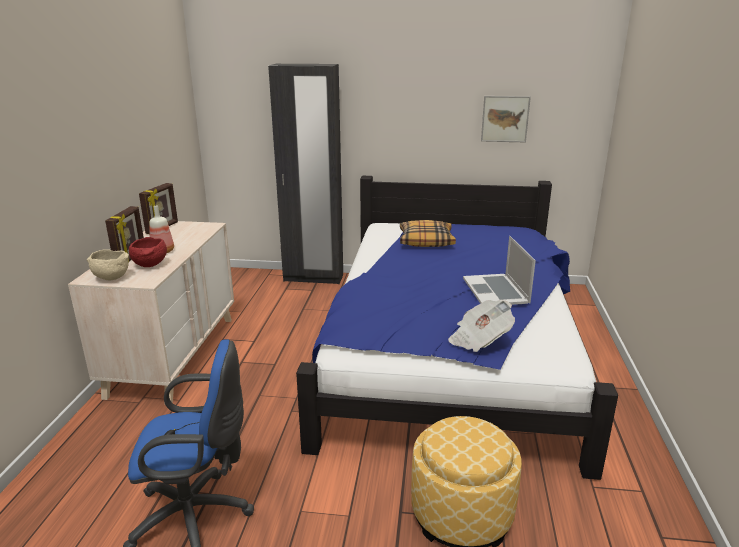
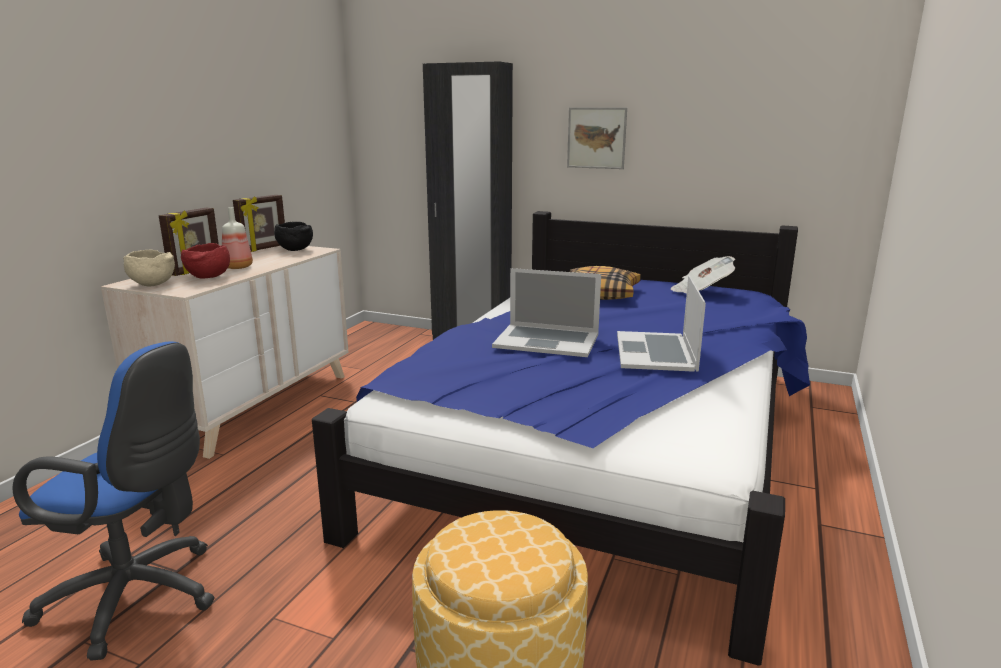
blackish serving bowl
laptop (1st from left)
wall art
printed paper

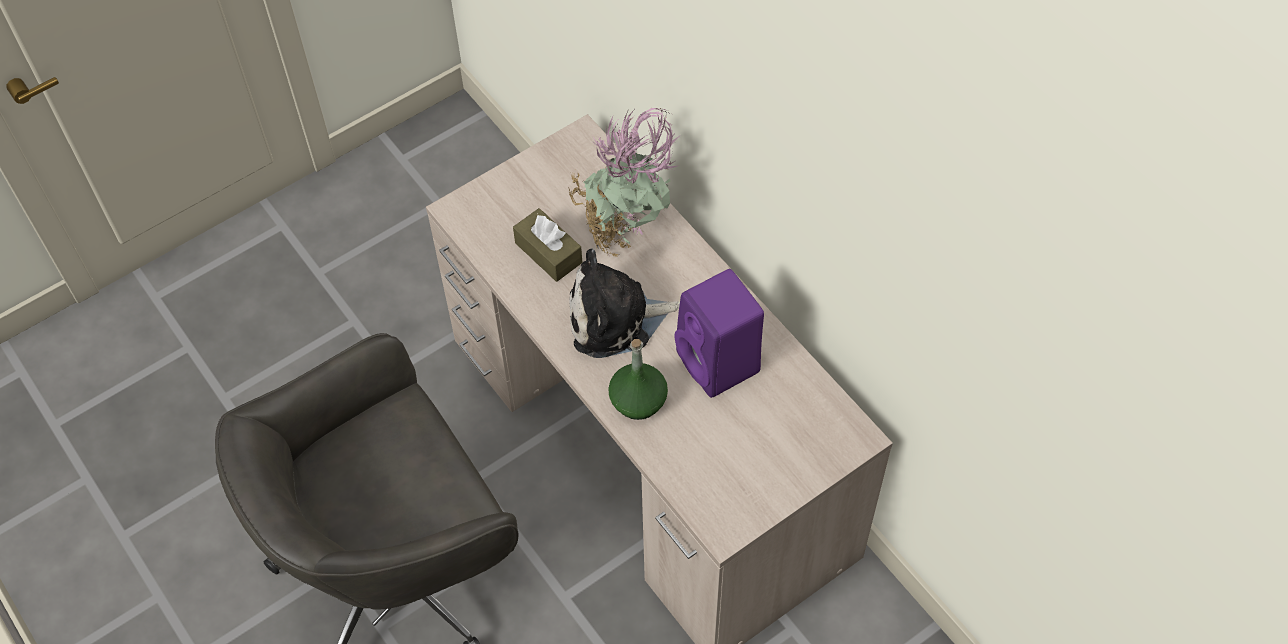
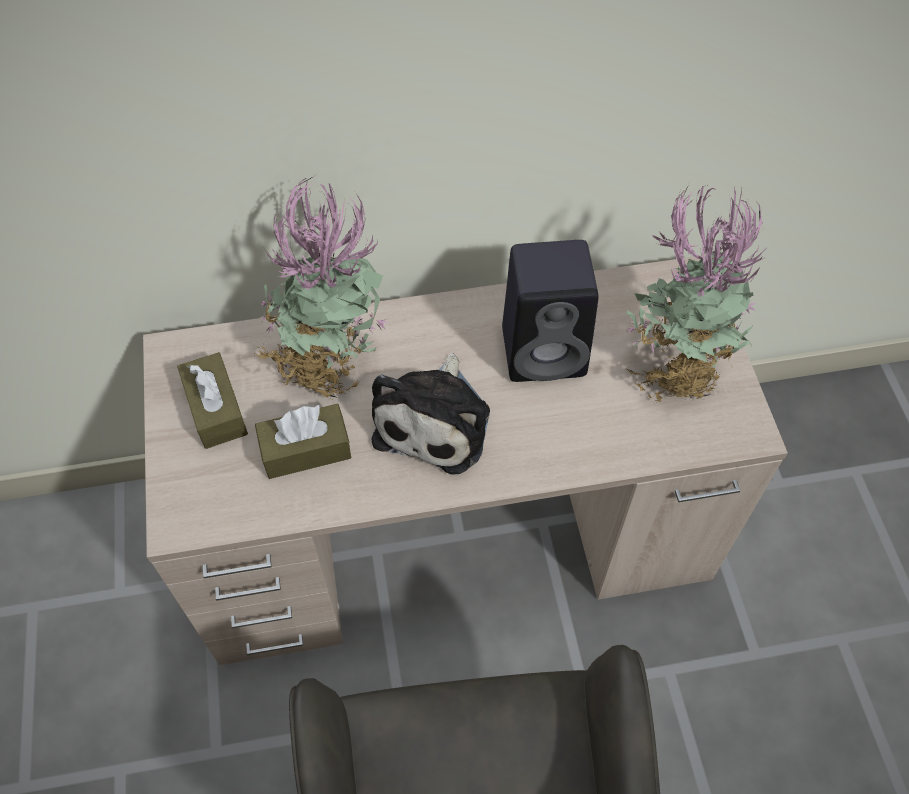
brownish tissue box (1st from left)
blackish loudspeaker
potted plant (2nd from left)
greenish drink bottle

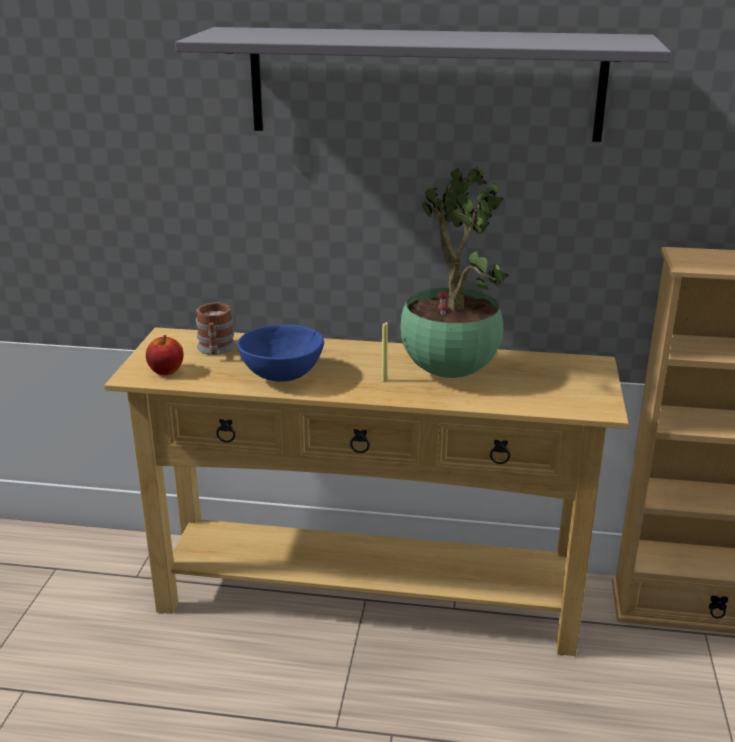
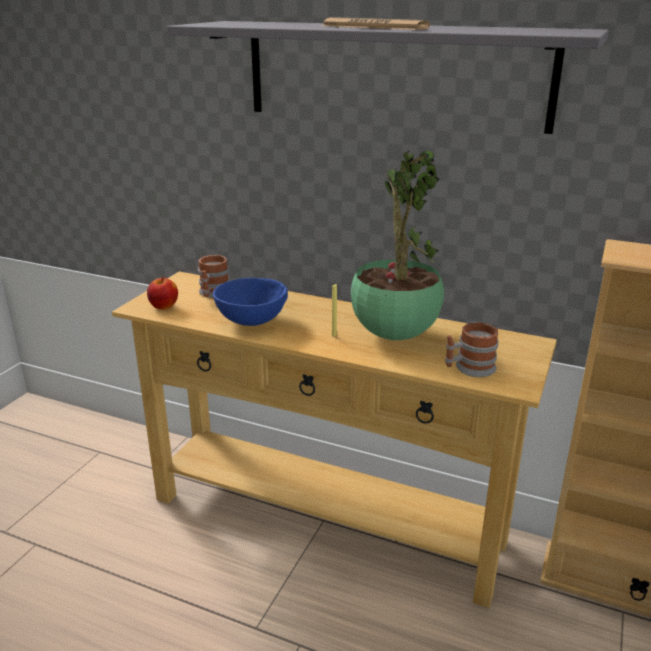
printed paper
coffee mug (2nd from left)

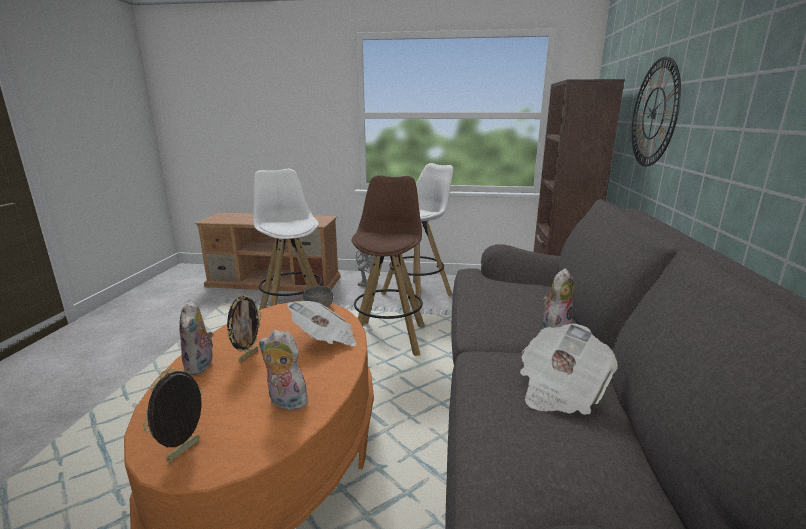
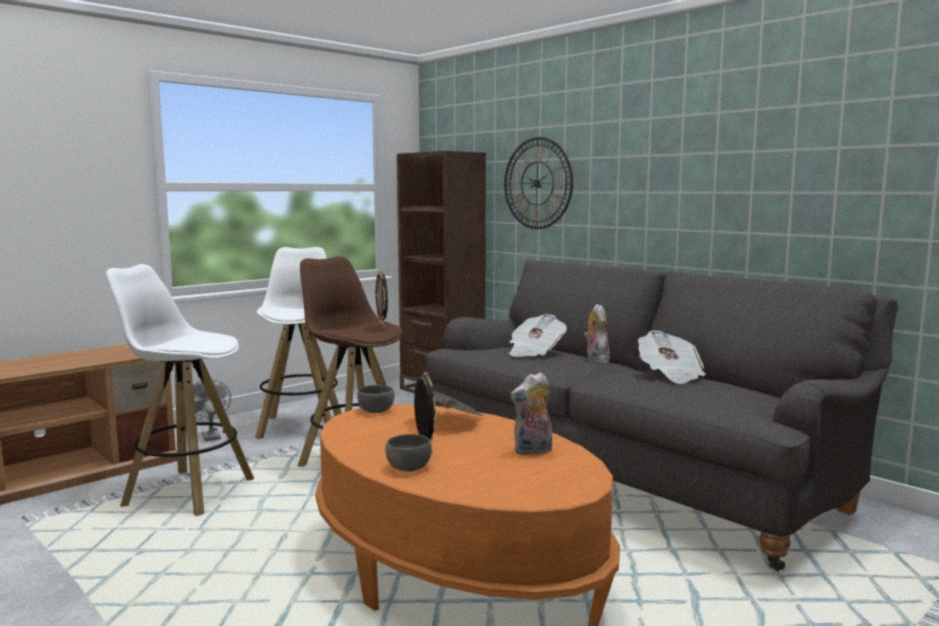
standing frame (1st from left)
greyish serving bowl (2nd from left)
printed paper (2nd from left)

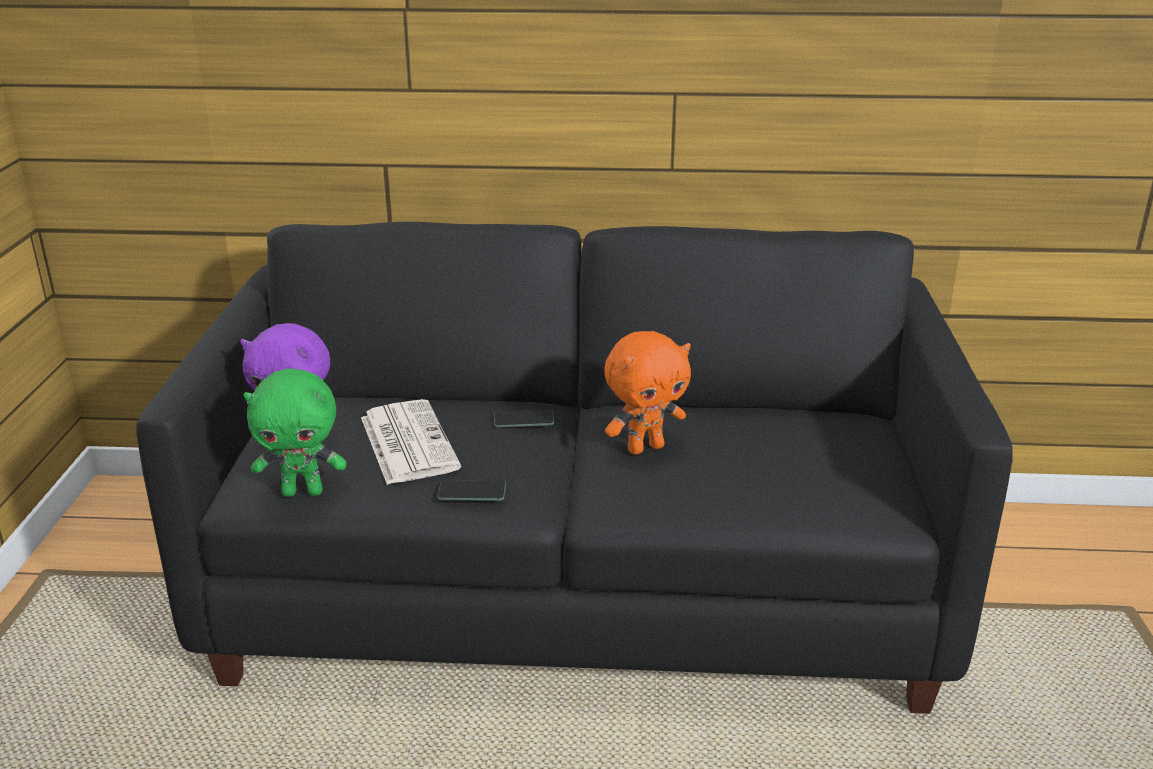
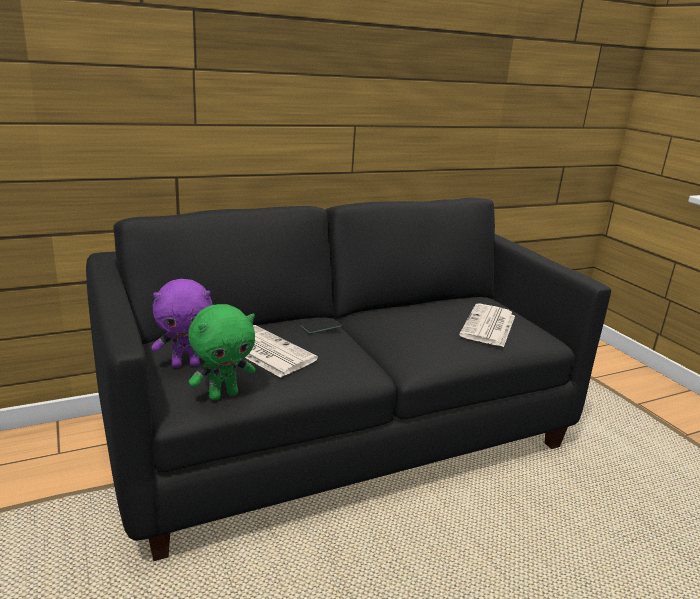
printed paper (2nd from left)
handset (1st from left in the first image)
orange-coloured soft toy

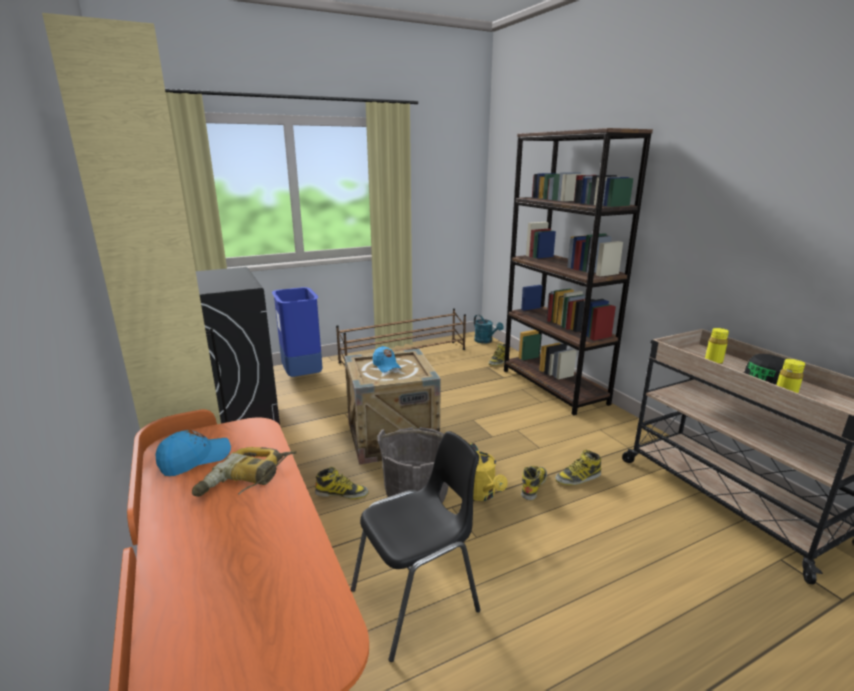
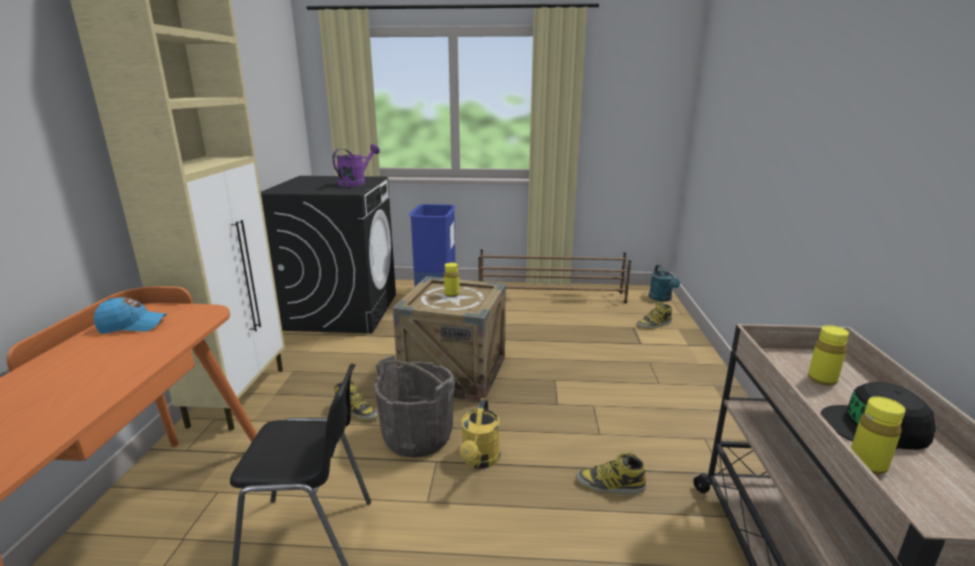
purplish sprinkling can
yellowish drink bottle (1st from left)
power drill
brownish bookshelf
high-top boot (3rd from left in the first image)

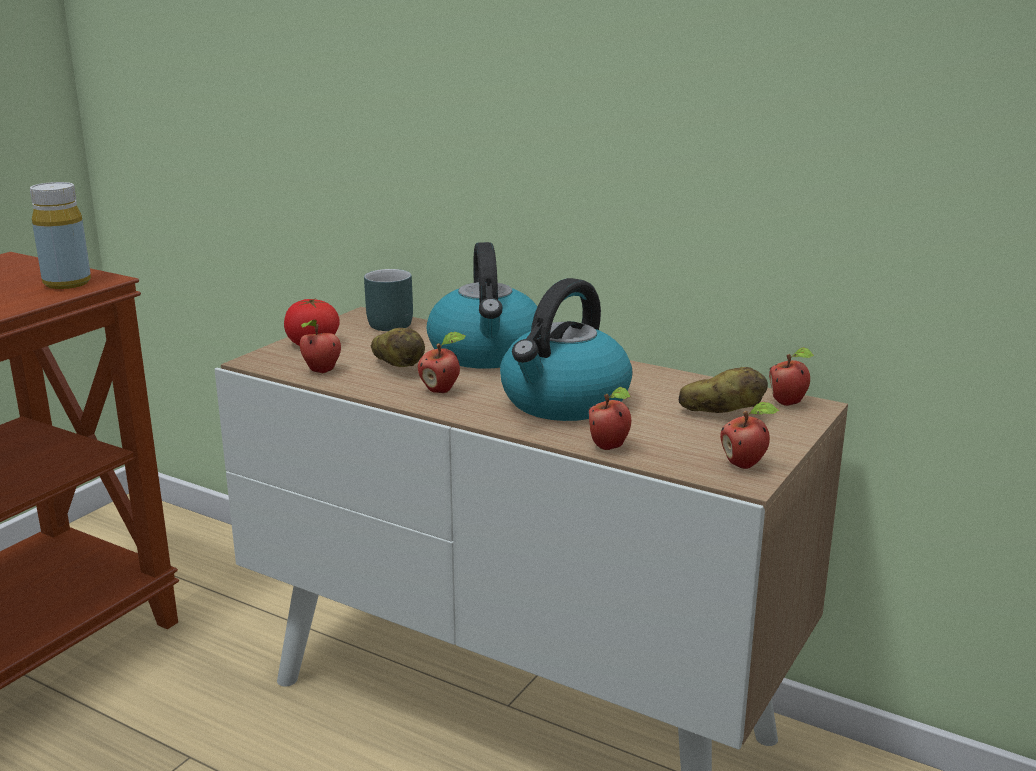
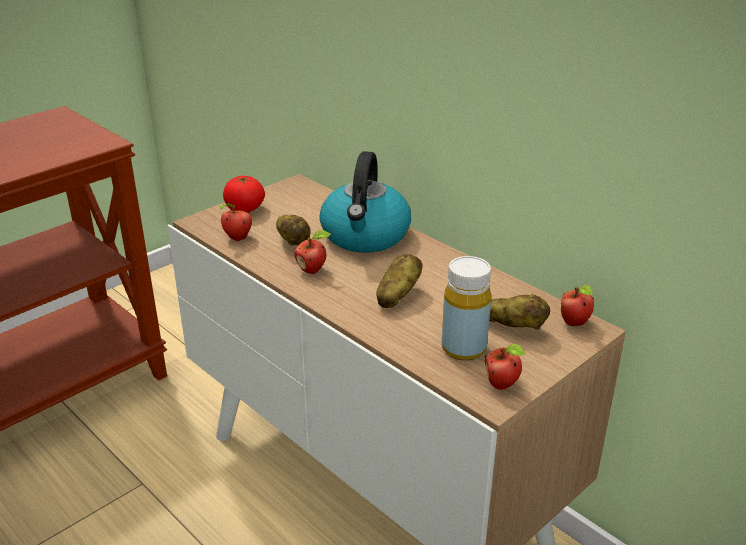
potato (2nd from left)
yellowish drink bottle
turquoise-coloured coffee mug
apple (3rd from left in the first image)

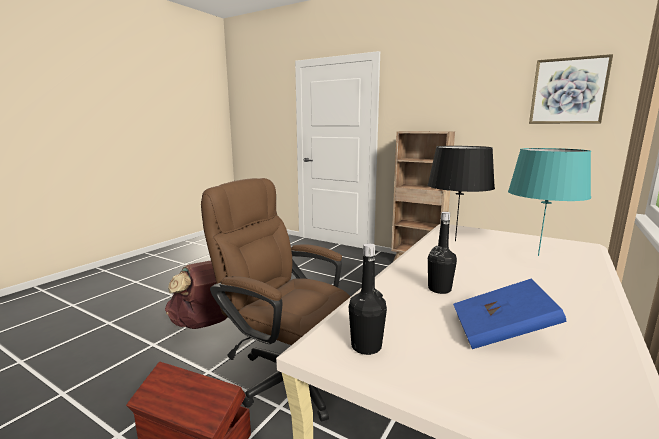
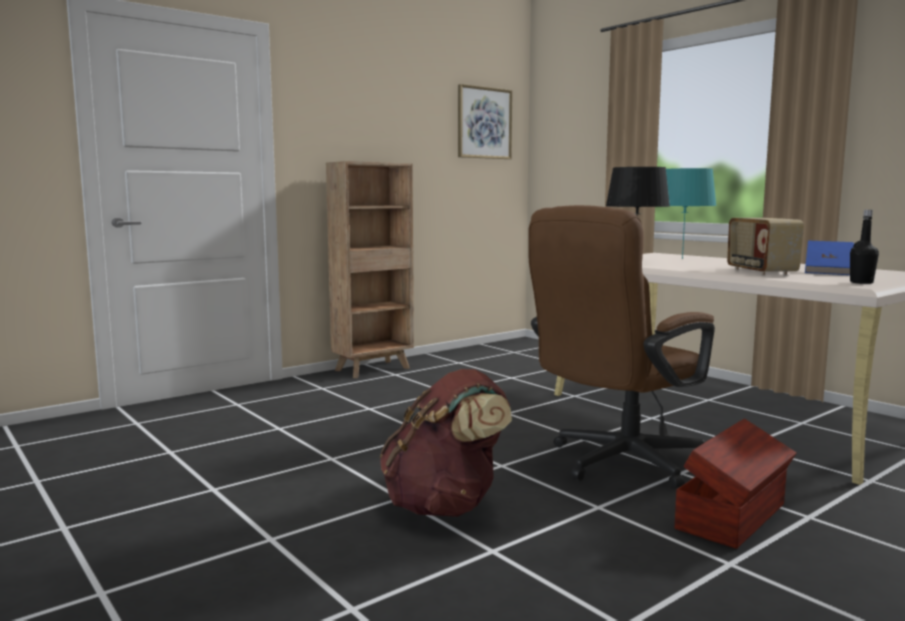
radio

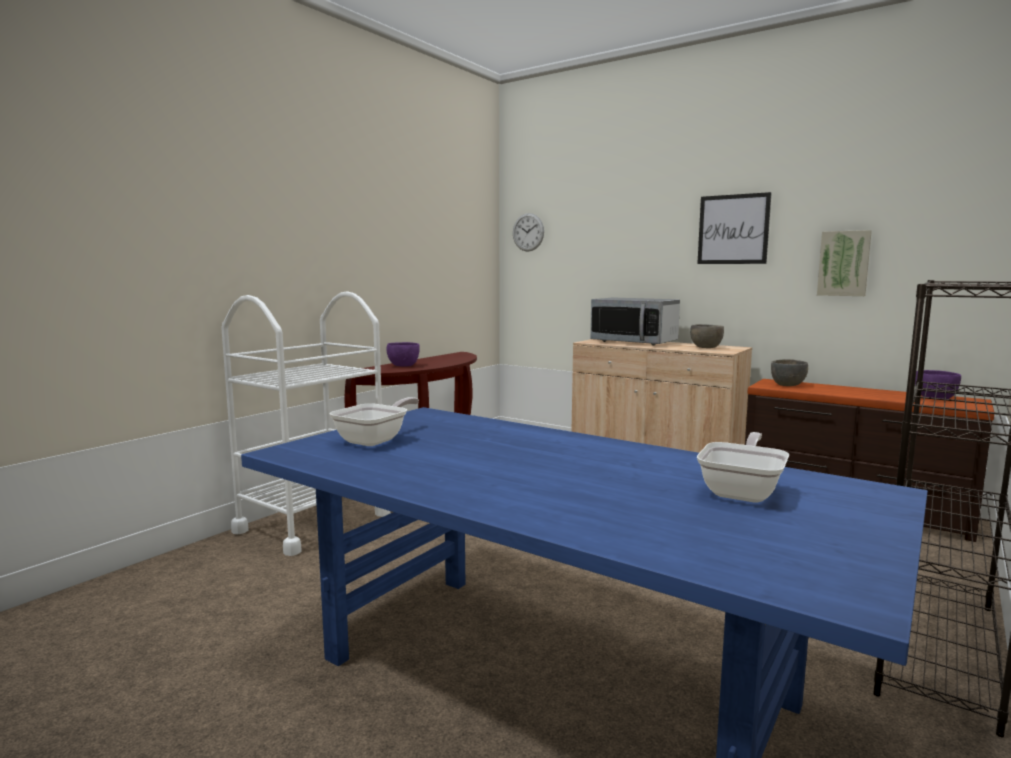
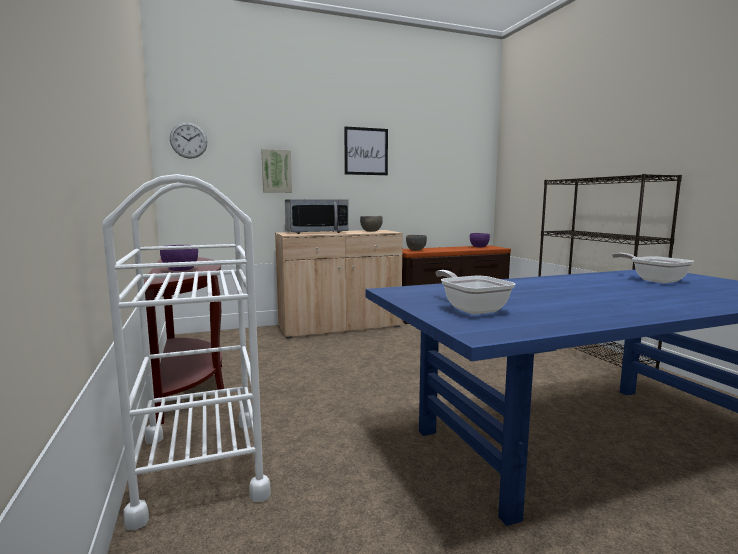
wall art (1st from left)

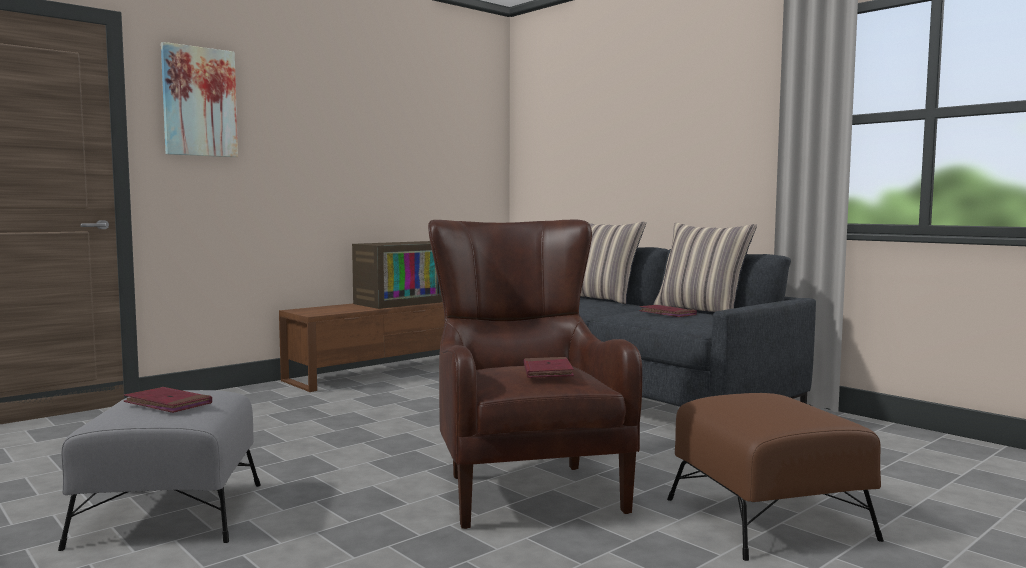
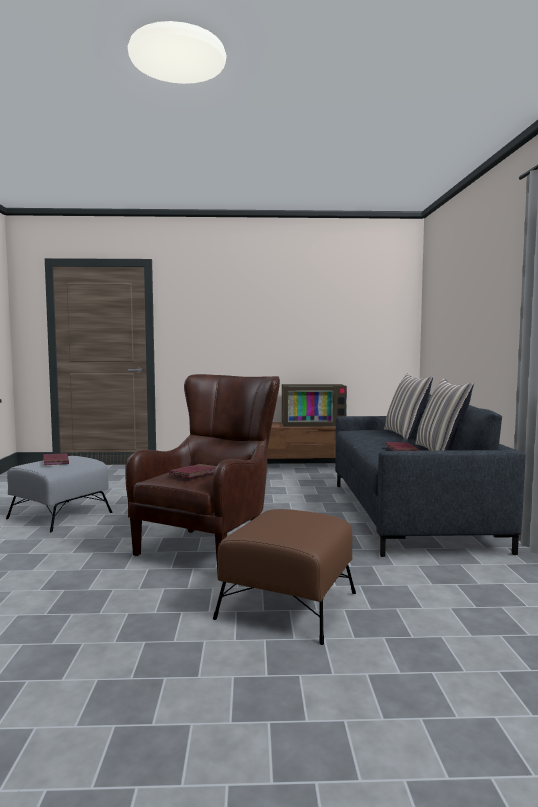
wall art

